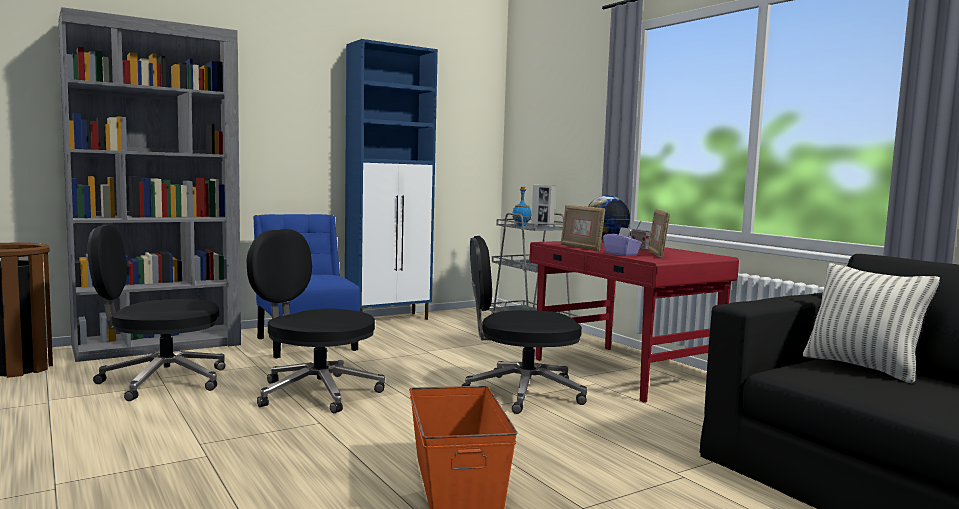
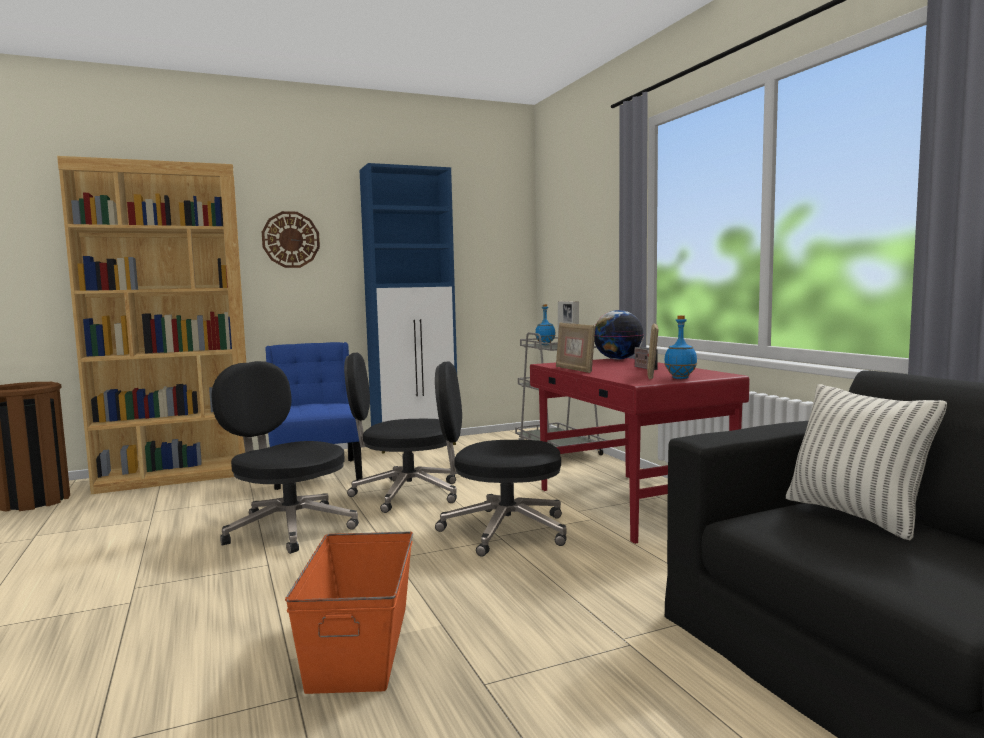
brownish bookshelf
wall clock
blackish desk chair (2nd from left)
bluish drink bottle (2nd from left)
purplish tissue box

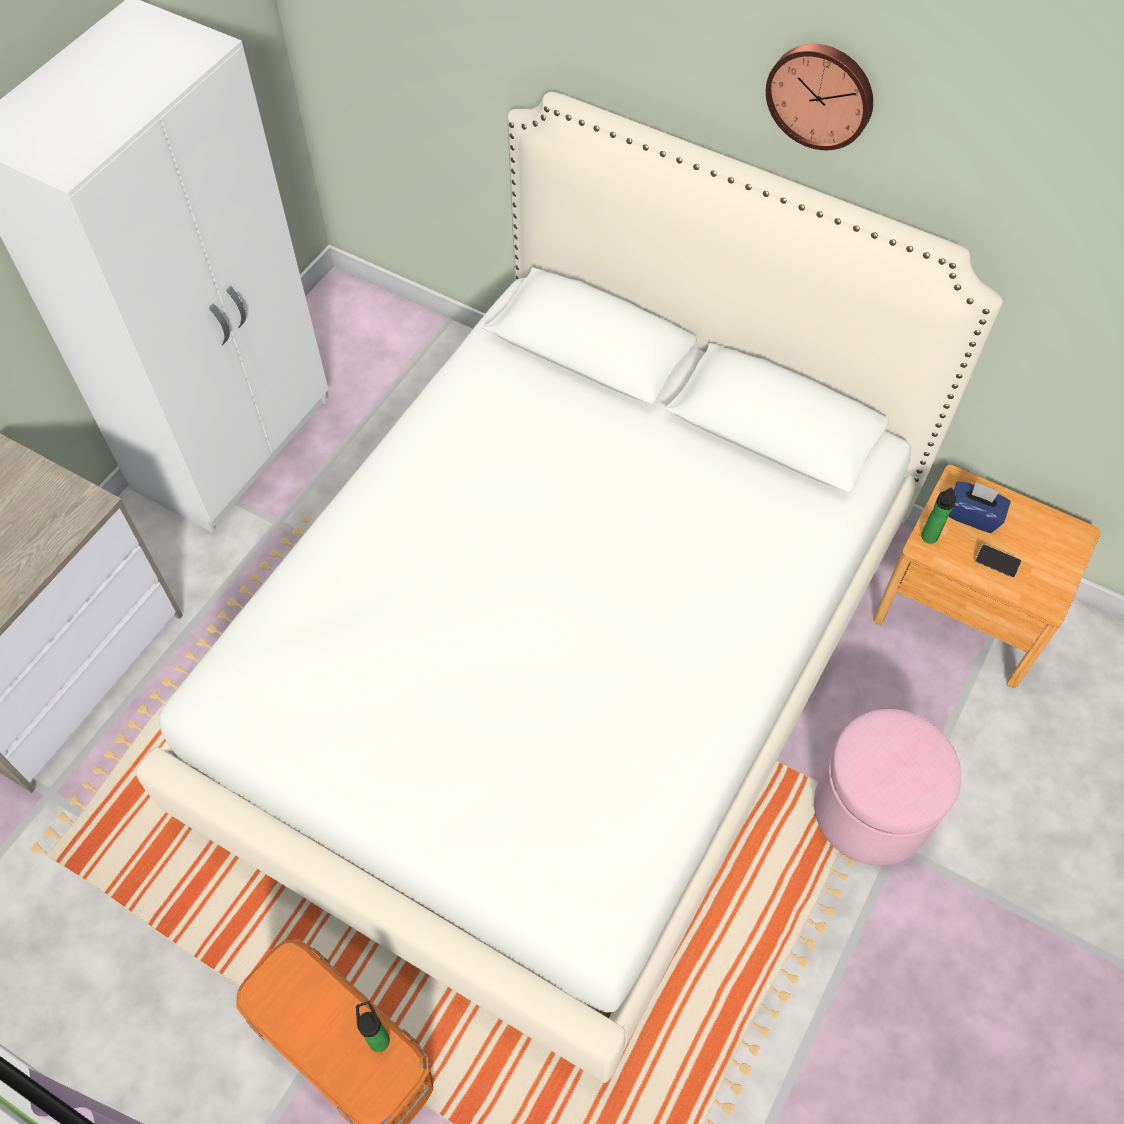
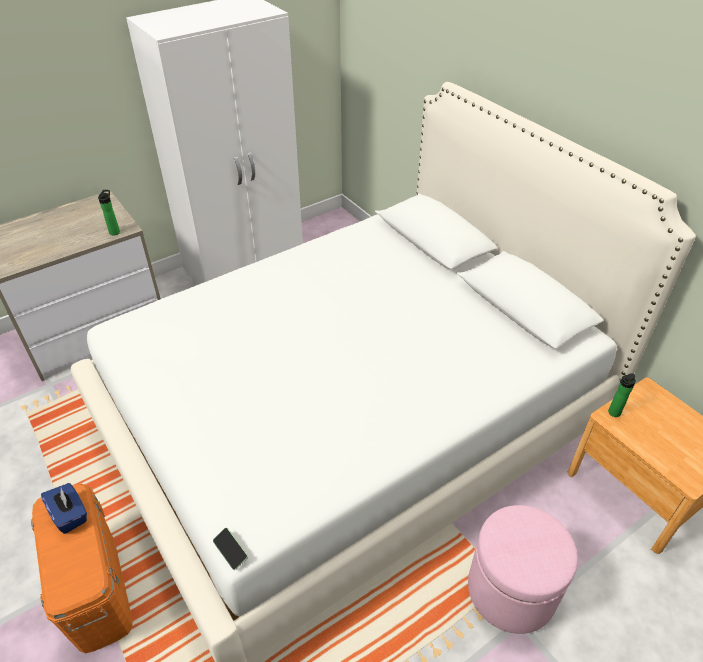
bluish tissue box
drink bottle (1st from left)
handset
wall clock

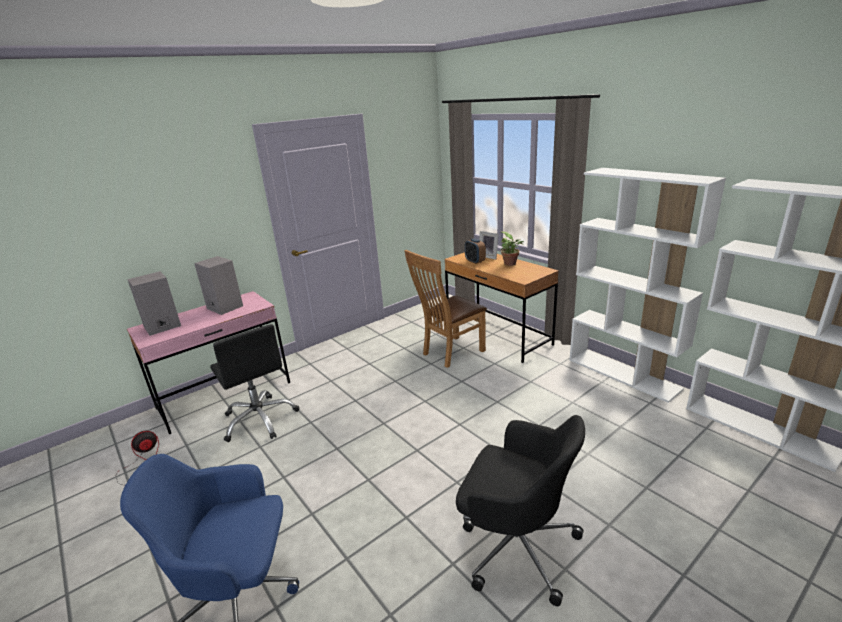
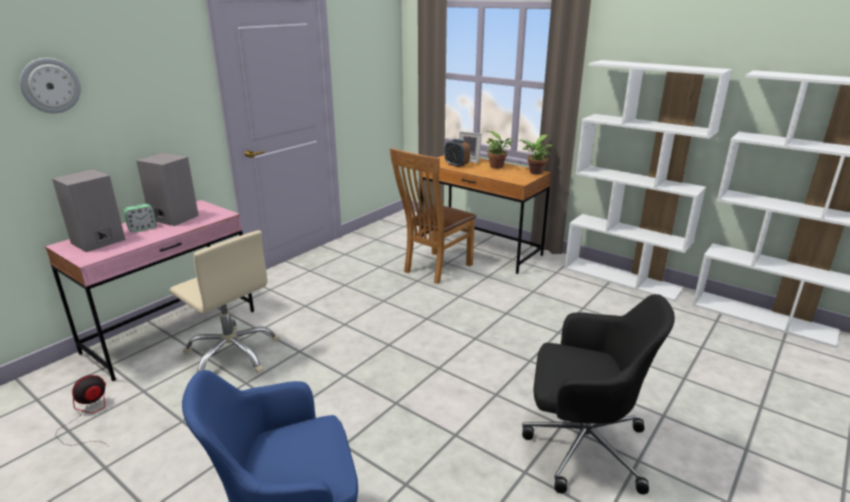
wall clock
table clock (1st from left)
beige desk chair
potted plant (2nd from left)

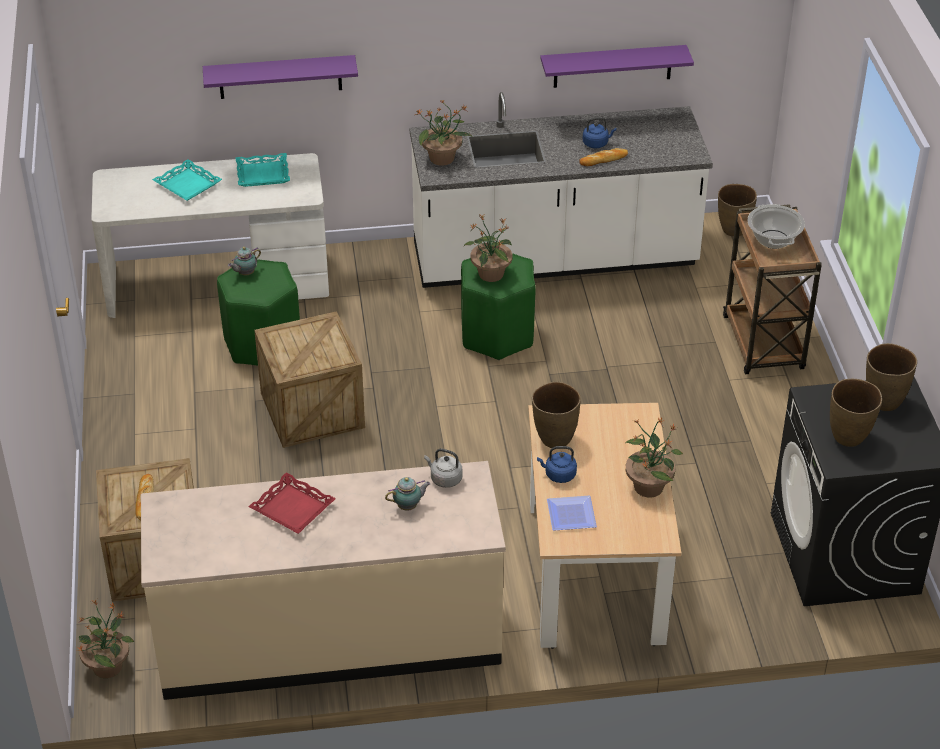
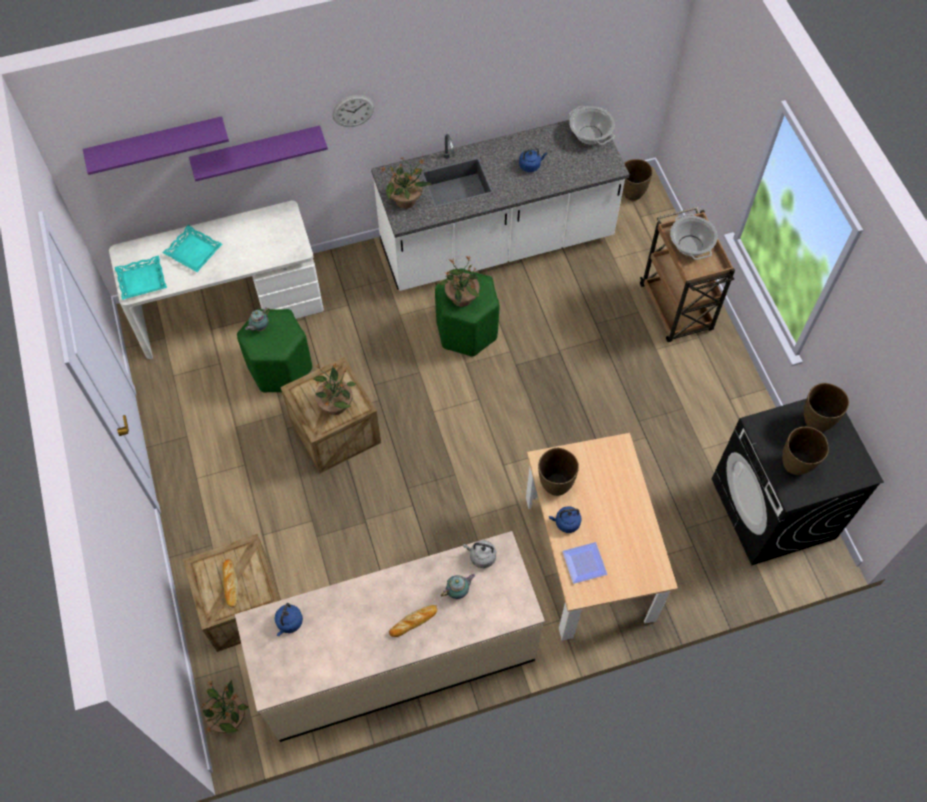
purplish shelf (1st from left)
turquoise-coloured tray (1st from left)
bluish water kettle (1st from left)
potted plant (2nd from left)
wall clock
bakery bread (2nd from left)
saucepot (1st from left)
red tray

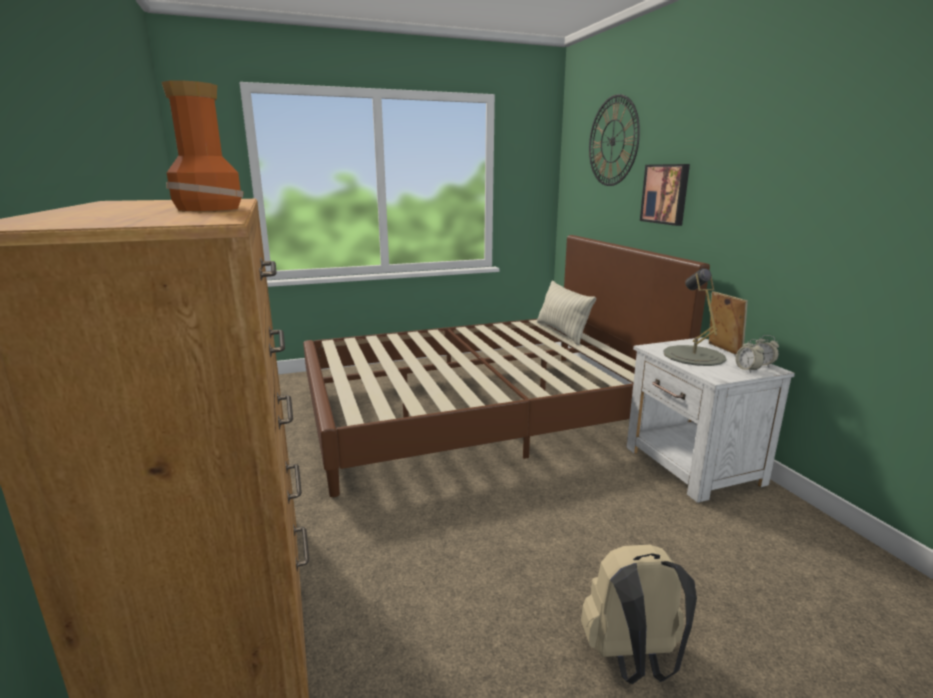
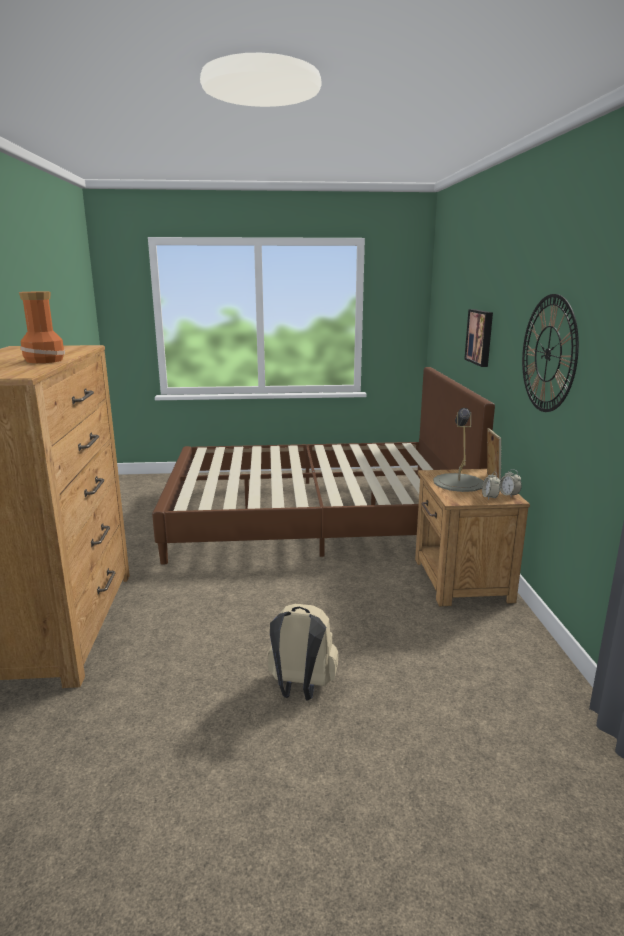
brownish nightstand
wall clock
pillow

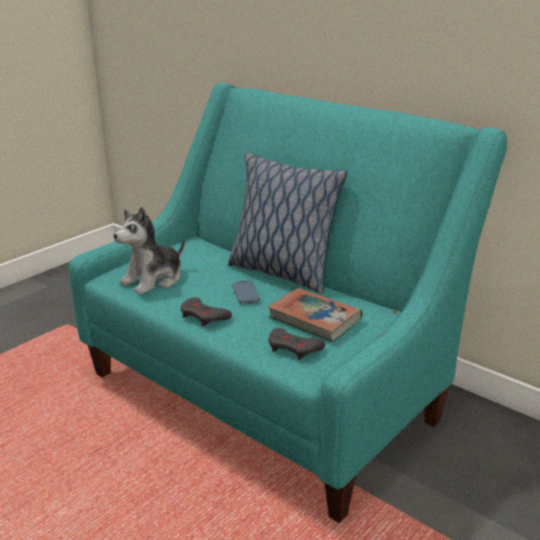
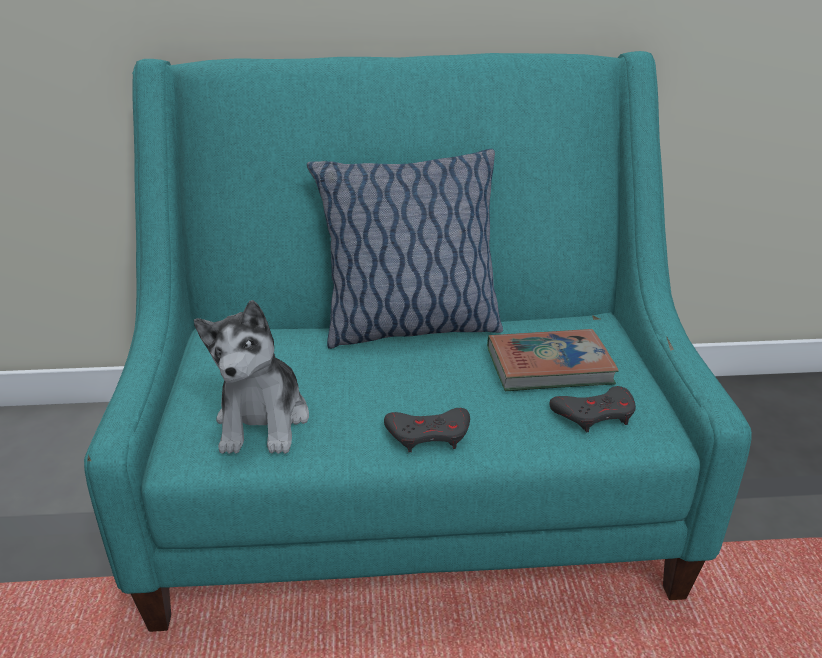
handset

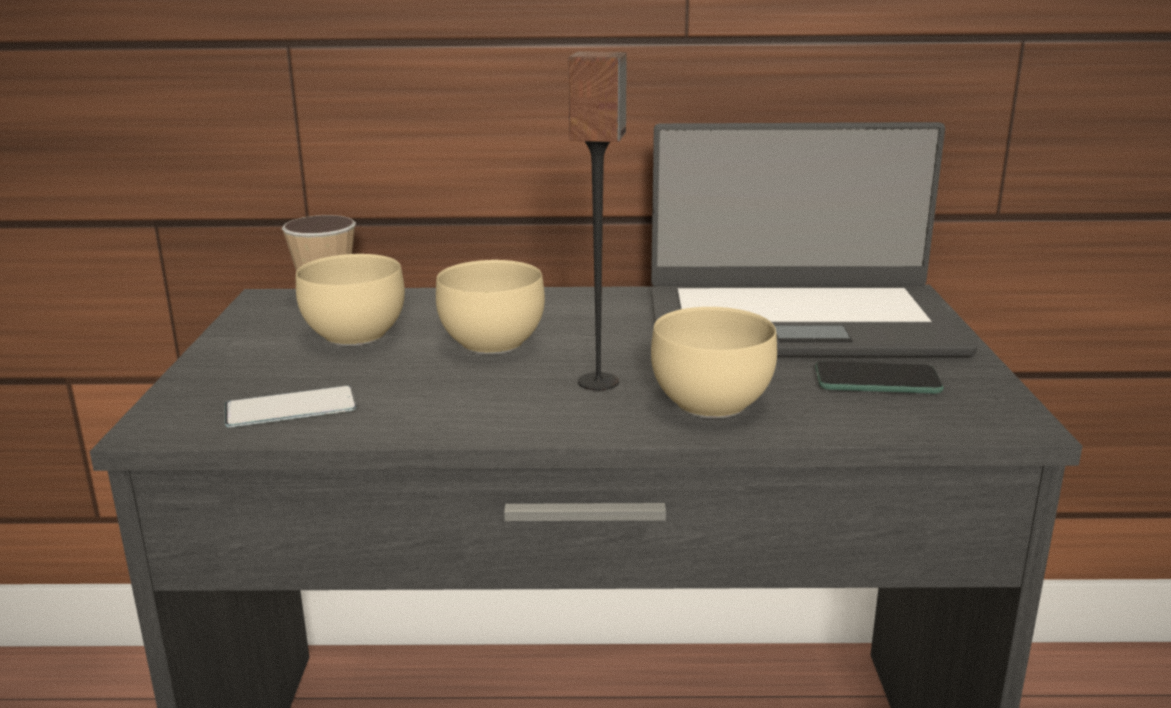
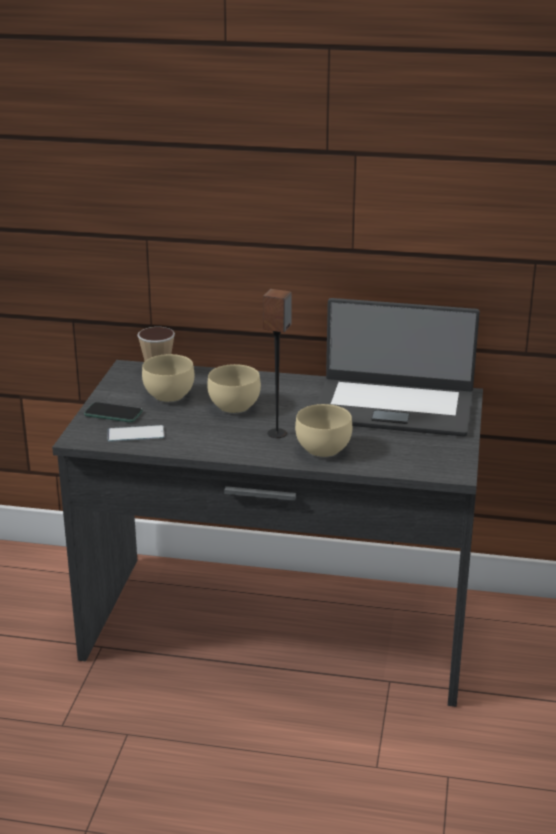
handset (1st from left)

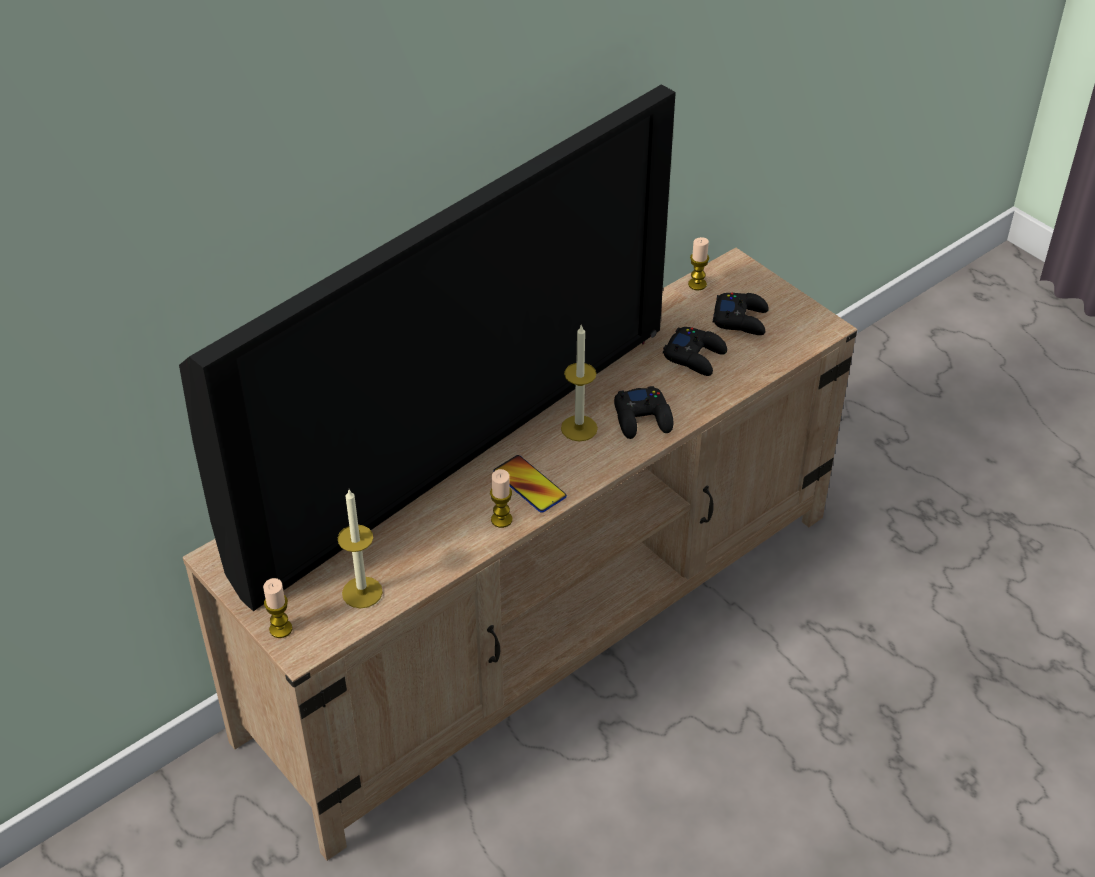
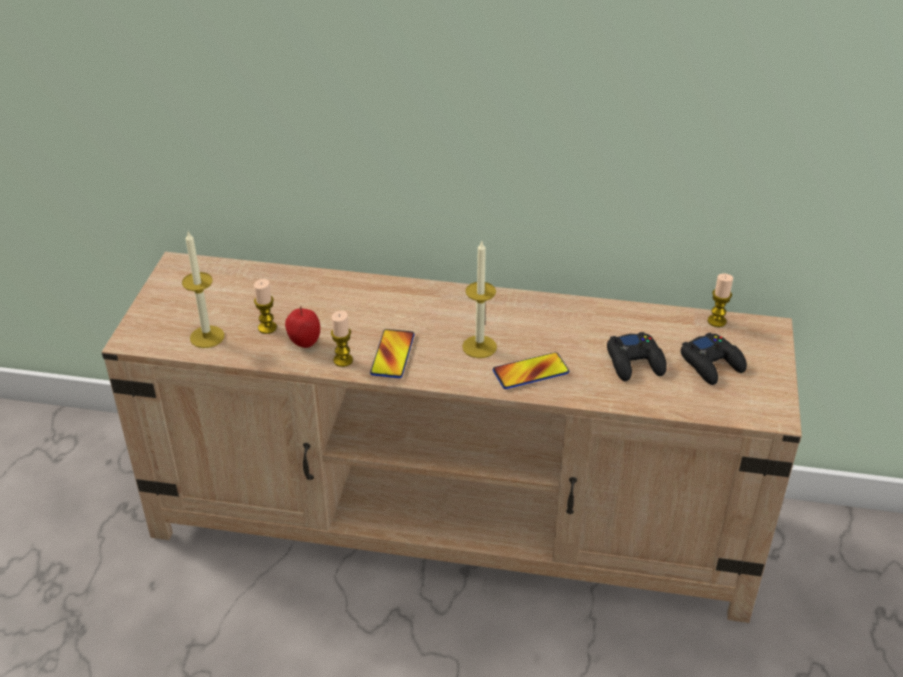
wax light (2nd from left)
apple
handset (2nd from left)
television

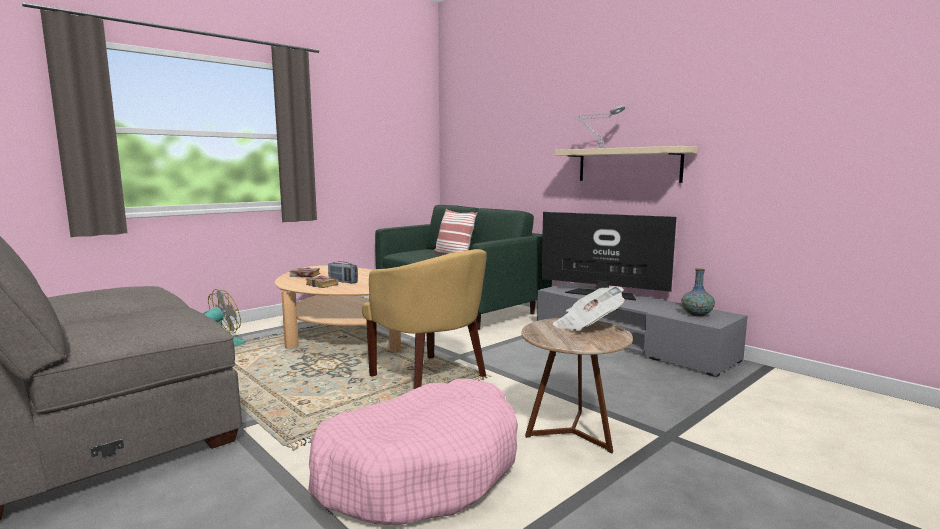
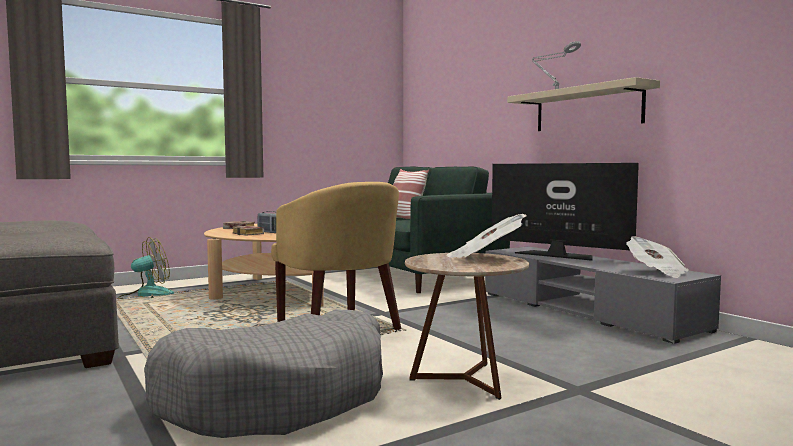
greyish dog bed
printed paper (2nd from left)

